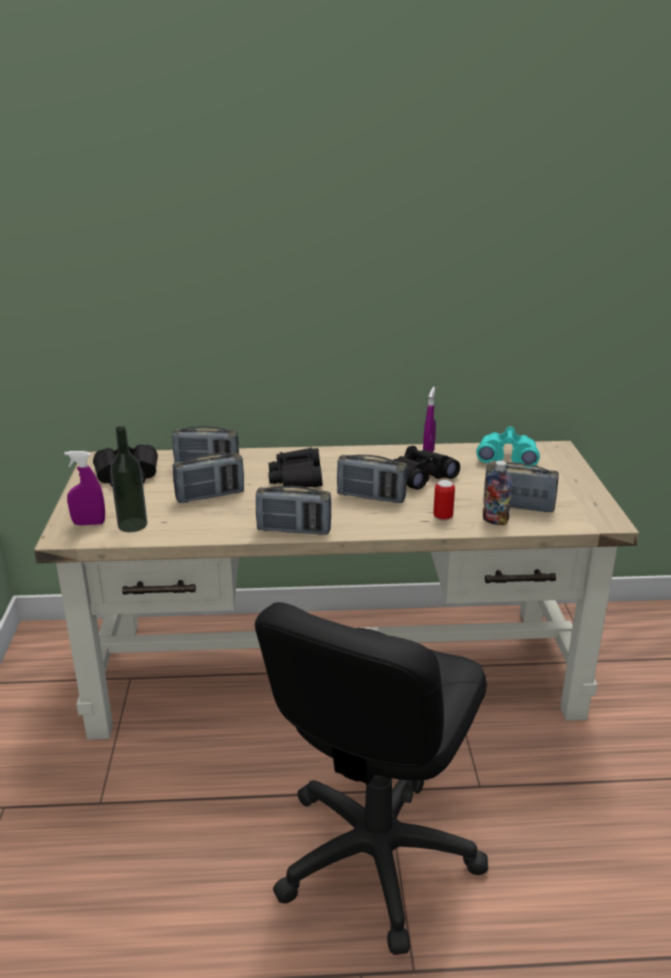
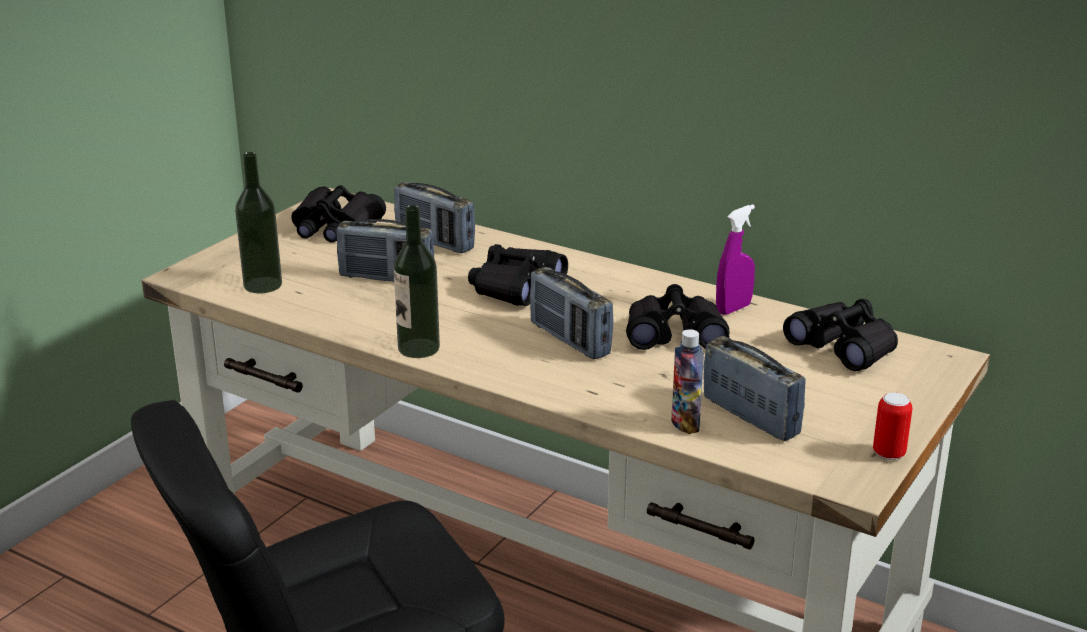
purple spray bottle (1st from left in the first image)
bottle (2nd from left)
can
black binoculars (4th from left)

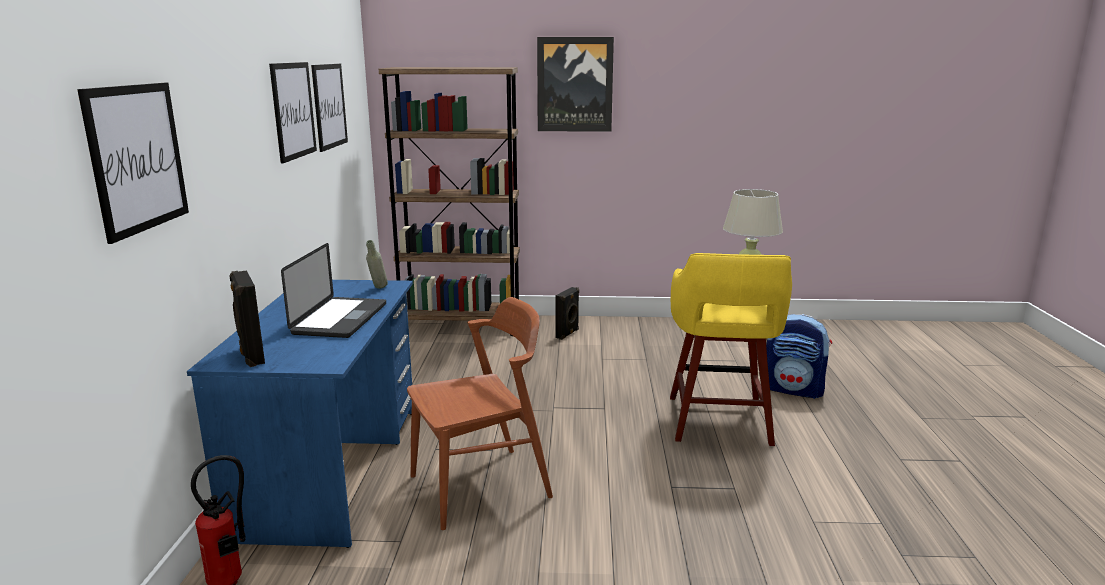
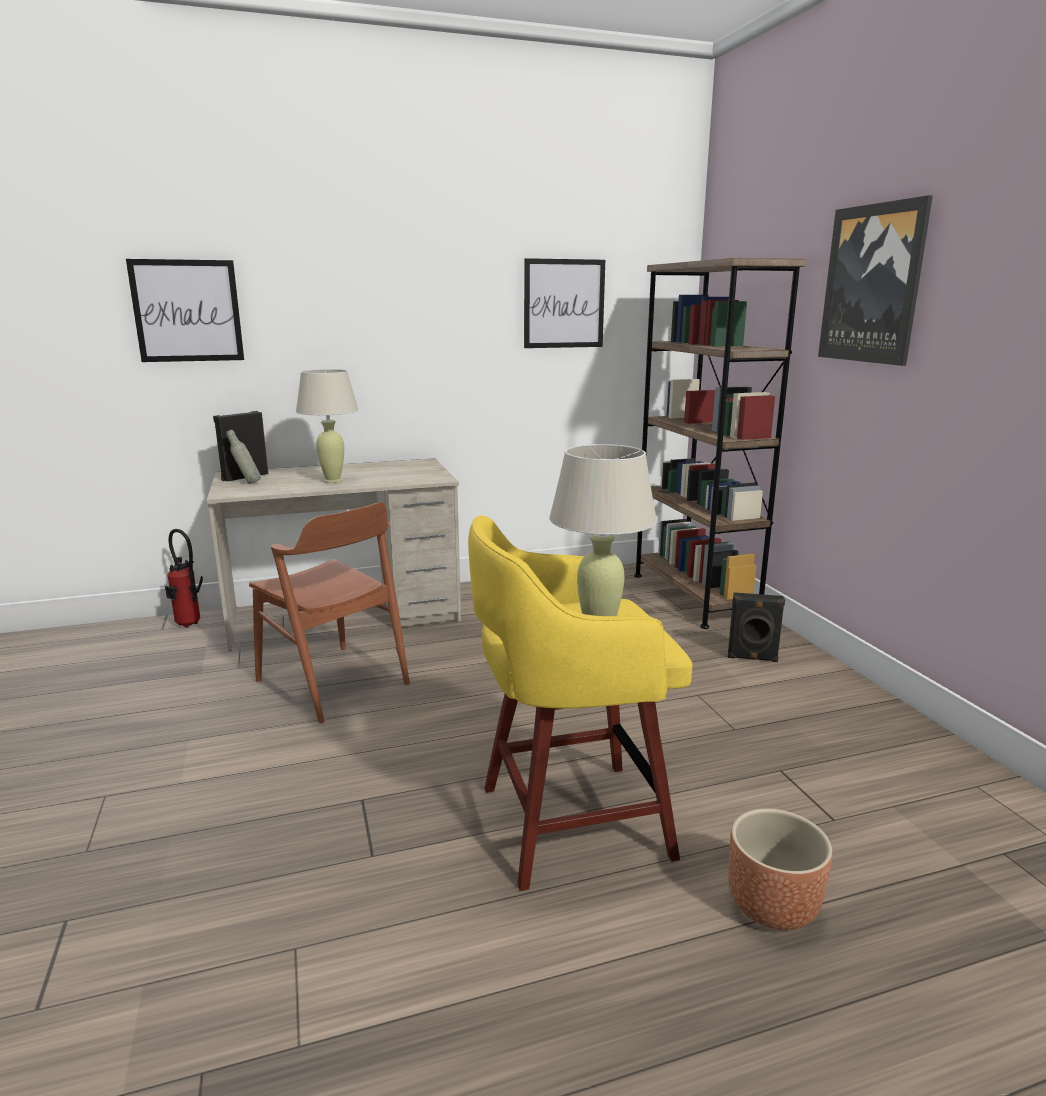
beige desk
picture (2nd from left in the first image)
beige table lamp (1st from left)
grey bottle
brown planter

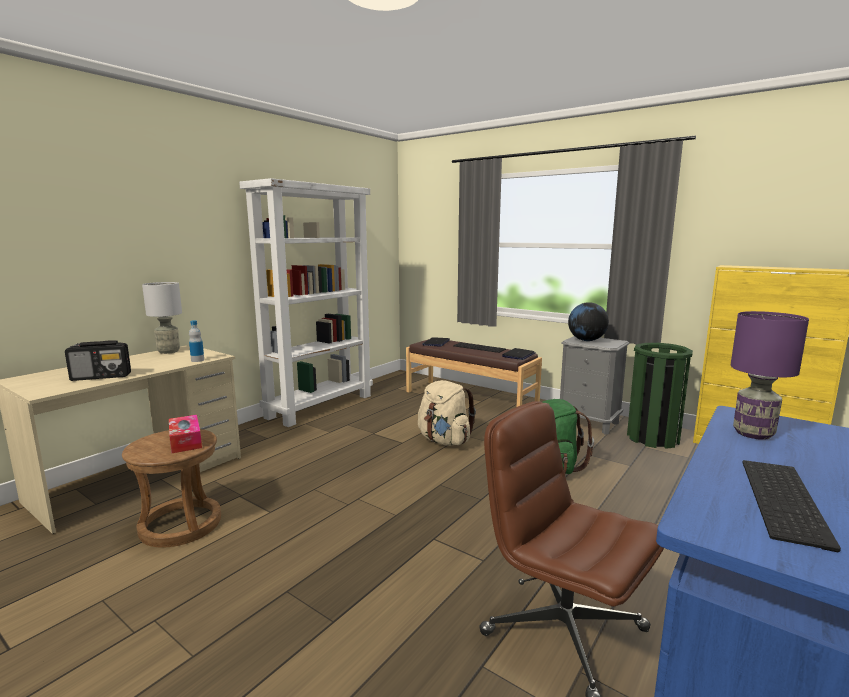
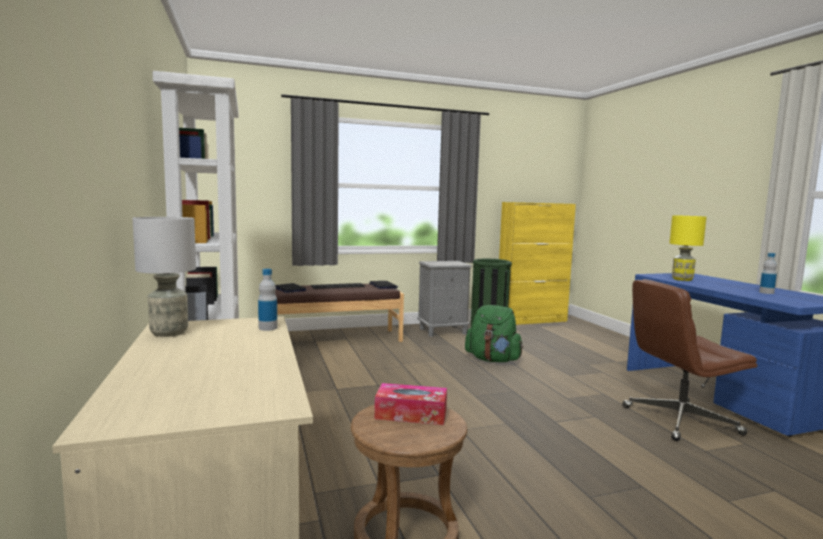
radio
beige backpack
globe
yellow table lamp
bottle (2nd from left)

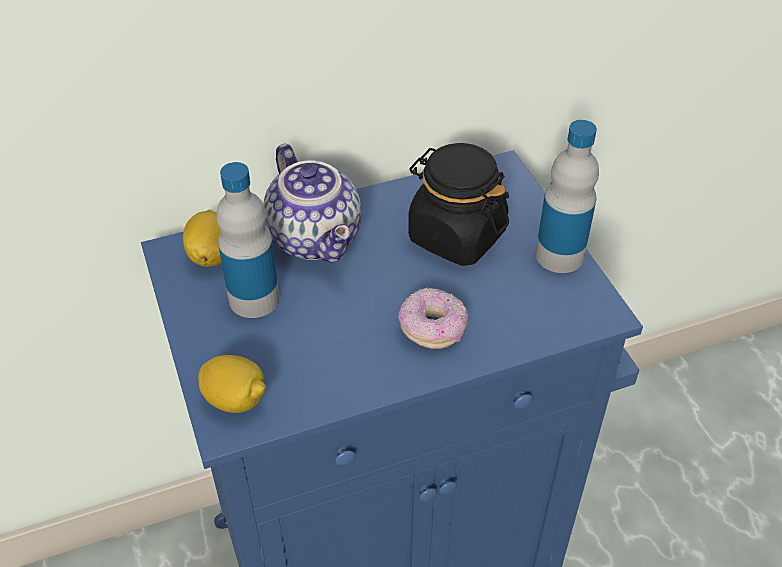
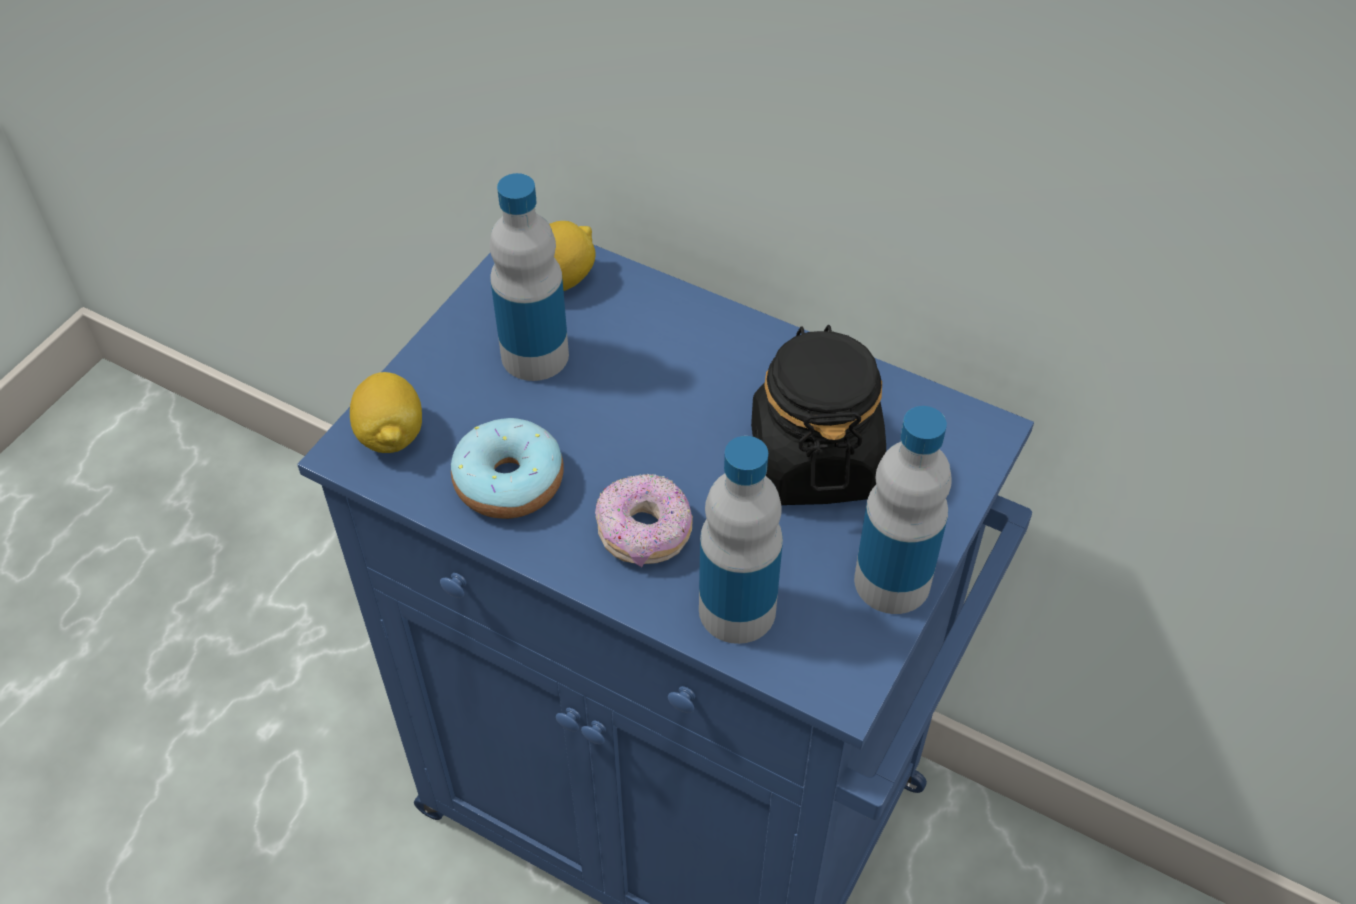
teapot
donut (1st from left)
bottle (2nd from left)

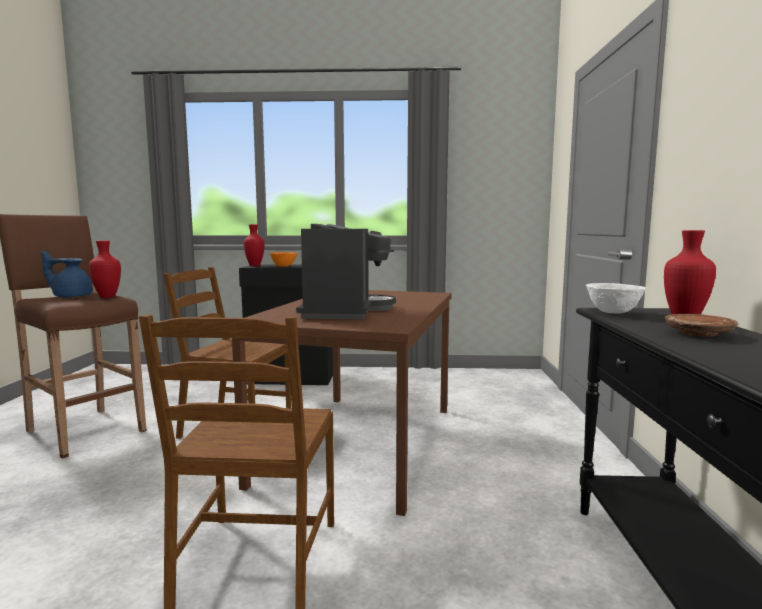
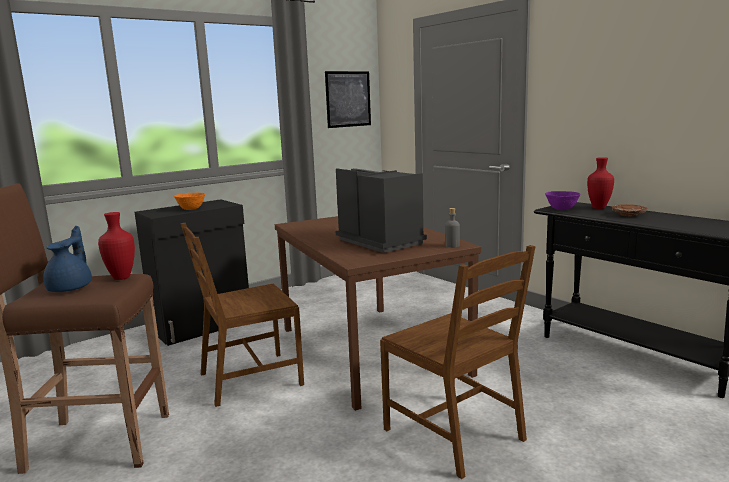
blue teapot
red vase (2nd from left in the first image)
purple bowl
picture
grey bottle

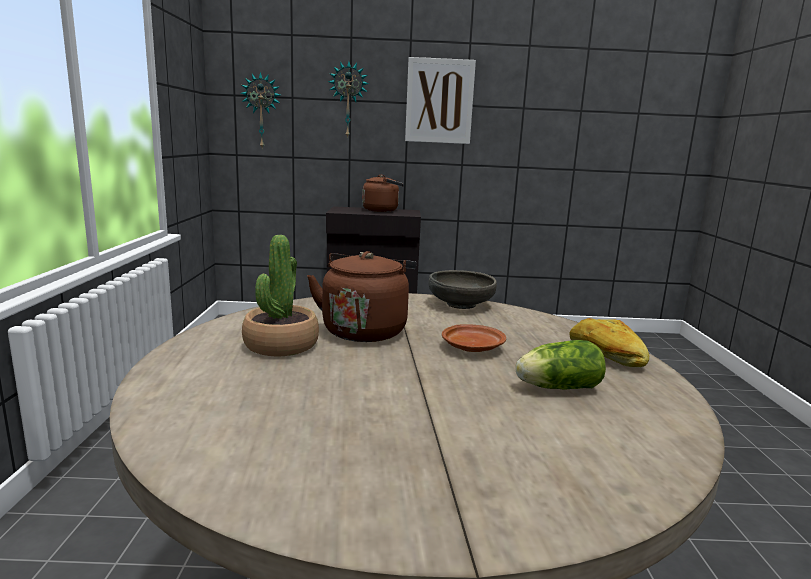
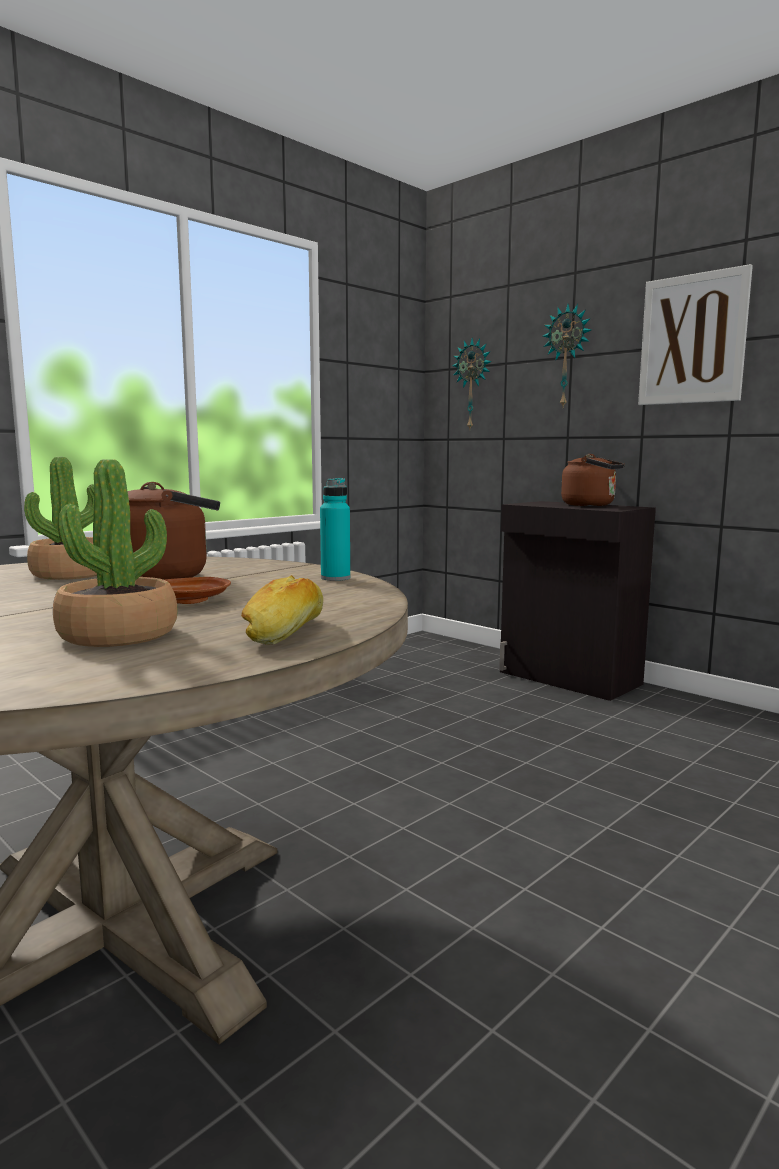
turquoise bottle
potted plant (2nd from left)

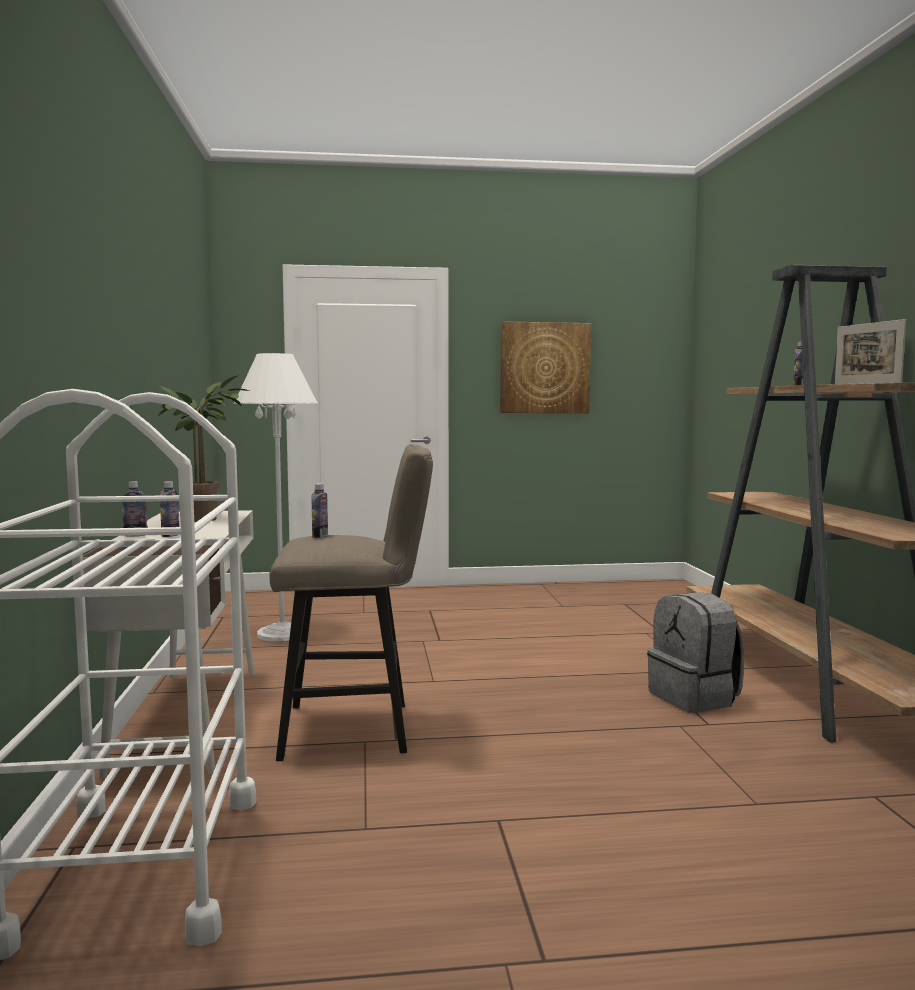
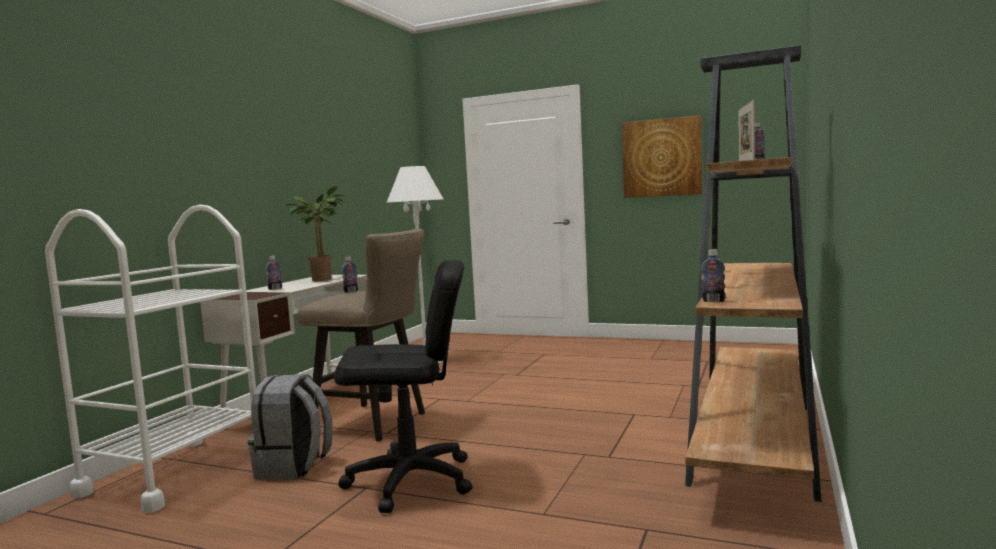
bottle (3rd from left)
grey backpack
black office chair

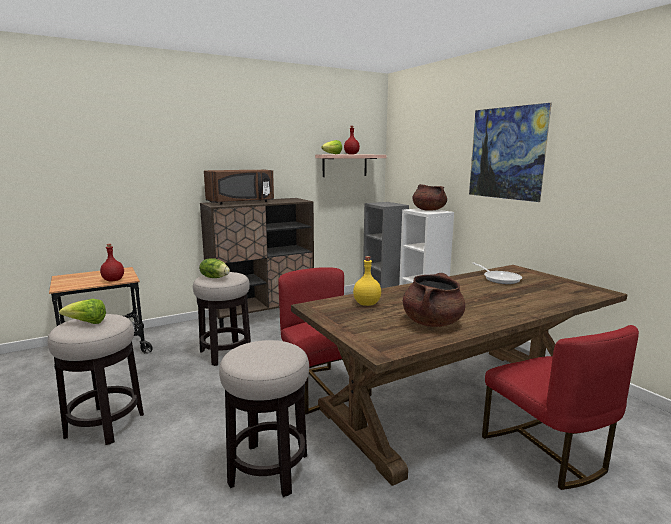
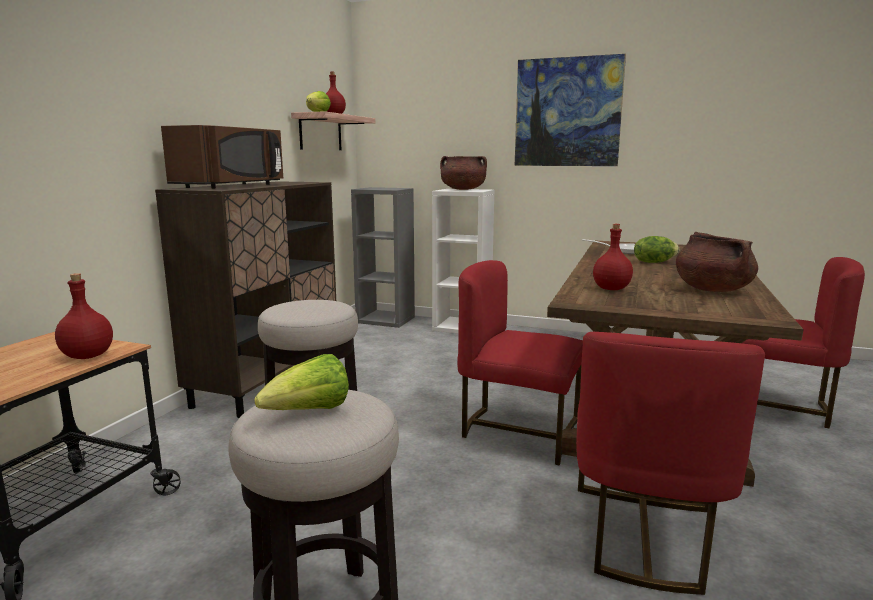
lettuce (3rd from left)
red chair (2nd from left)
red bottle (3rd from left)

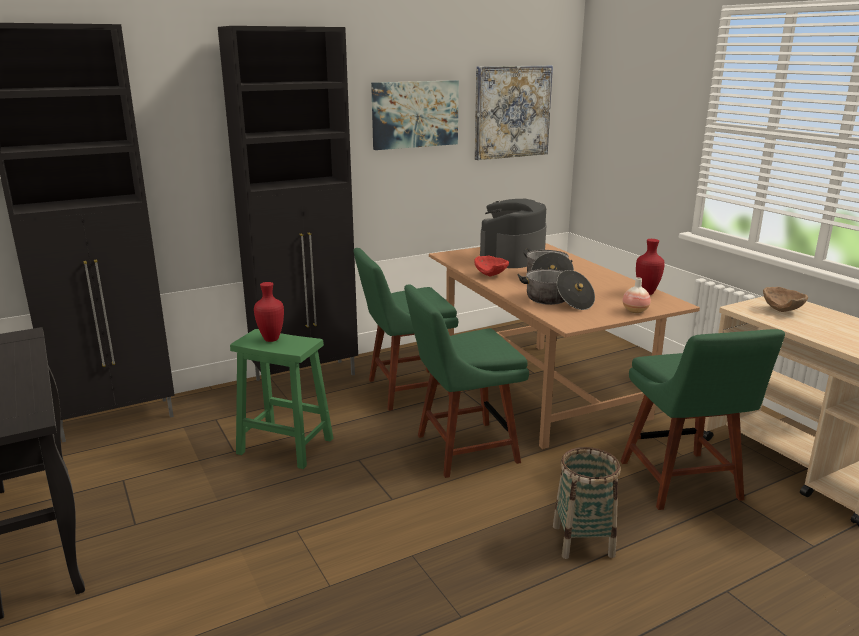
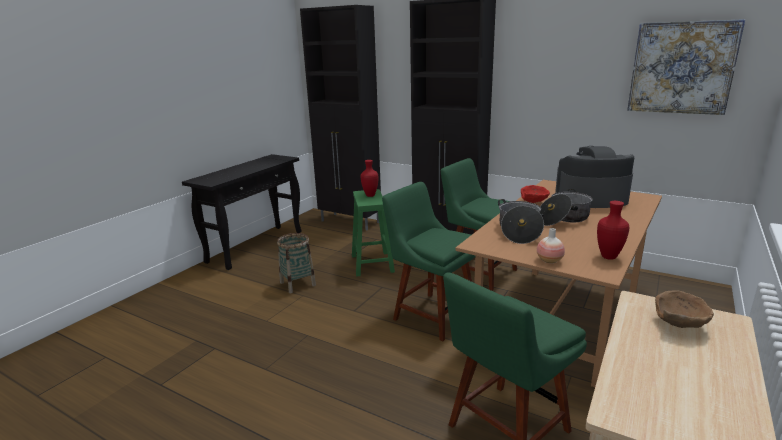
picture (1st from left in the first image)
basket

